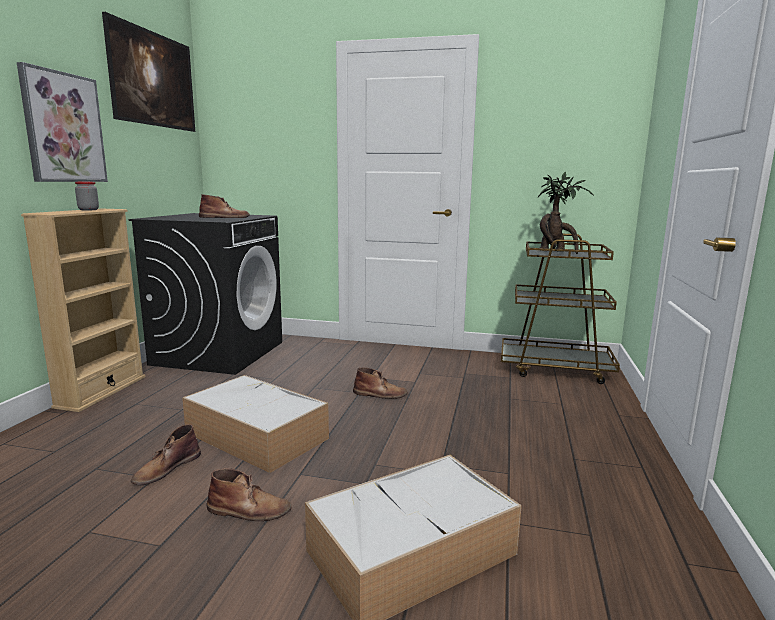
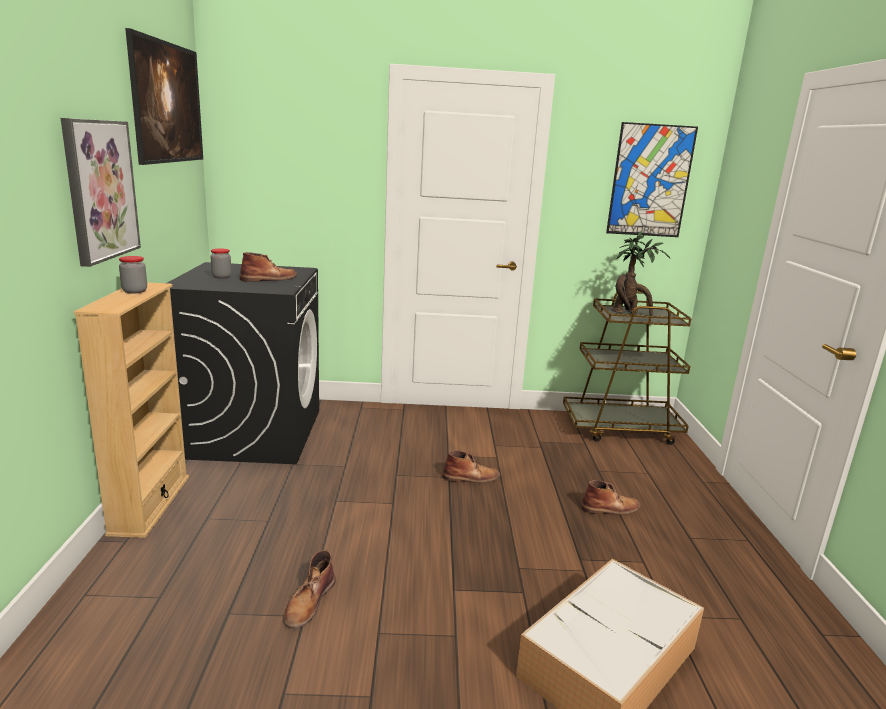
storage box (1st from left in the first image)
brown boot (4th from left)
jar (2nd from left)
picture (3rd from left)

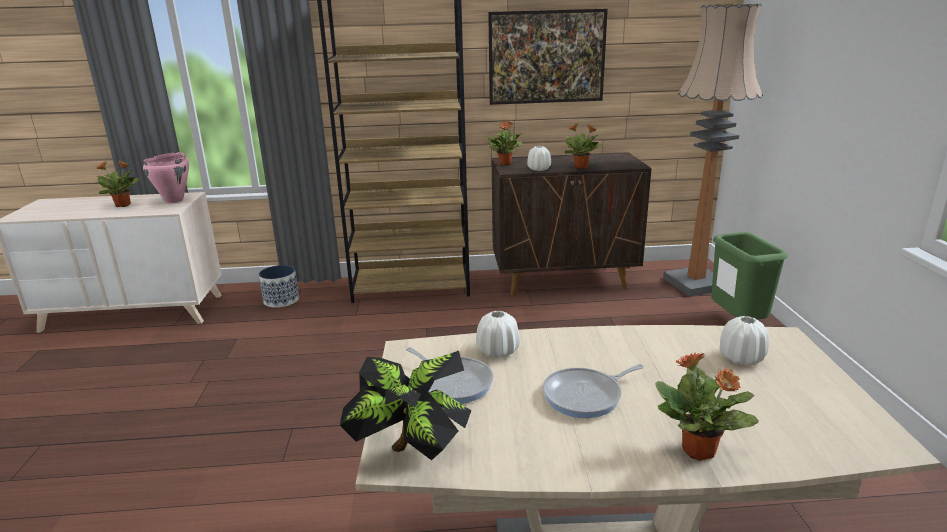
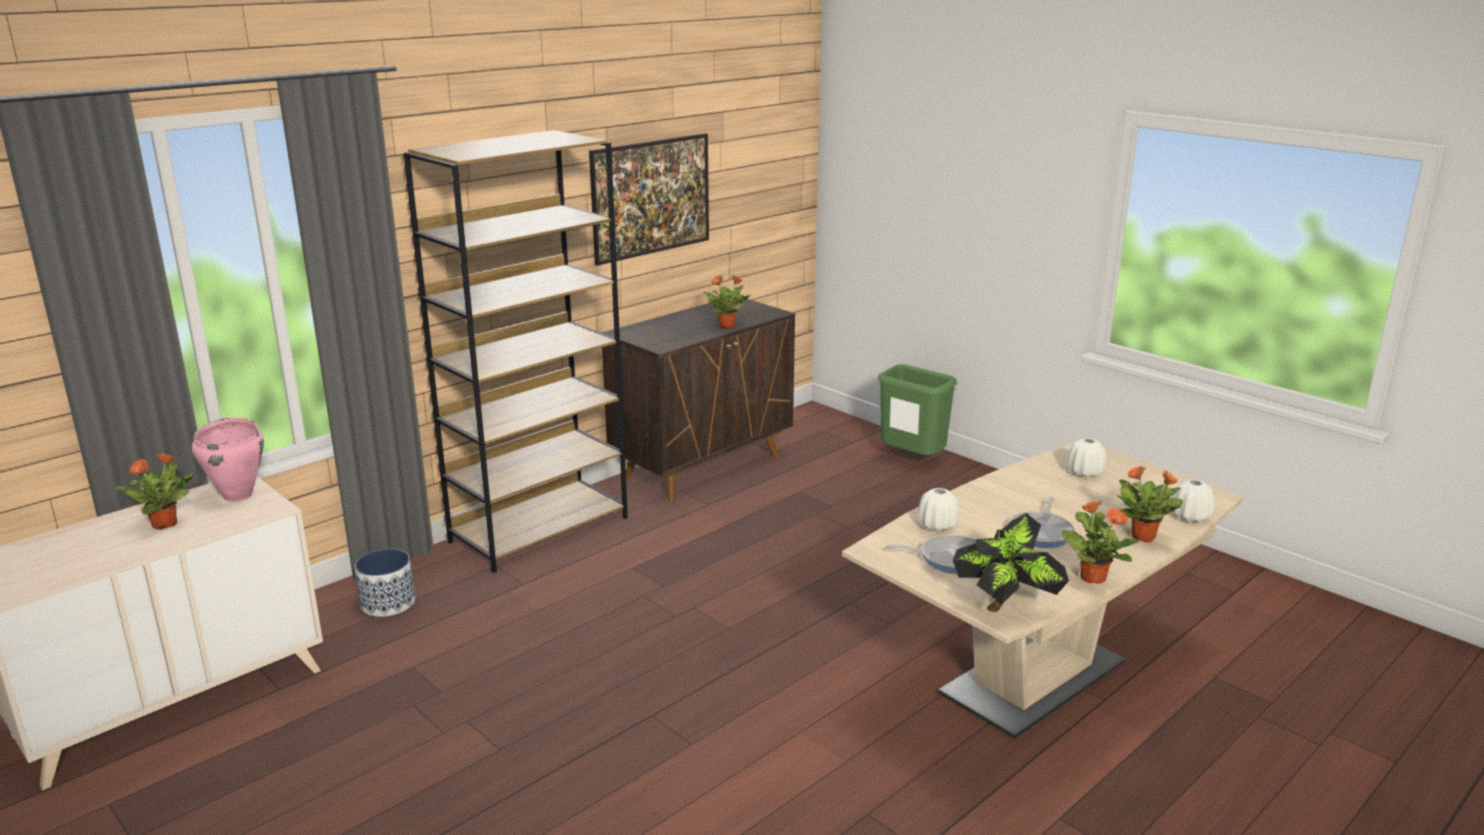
potted plant (4th from left)
white vase (3rd from left)
floor lamp

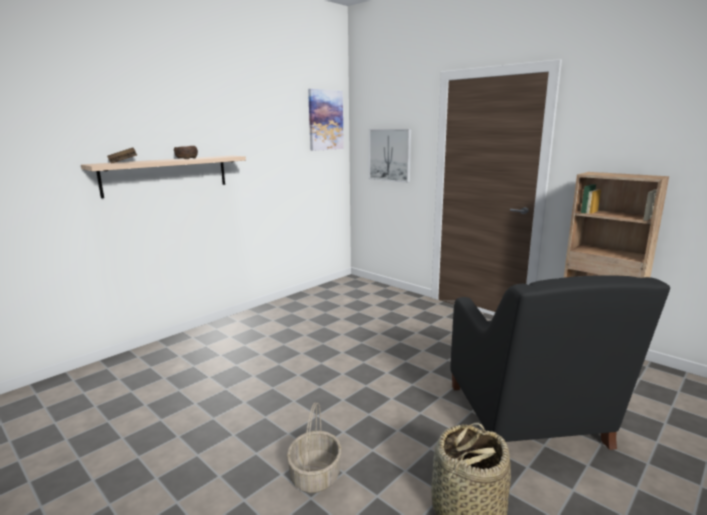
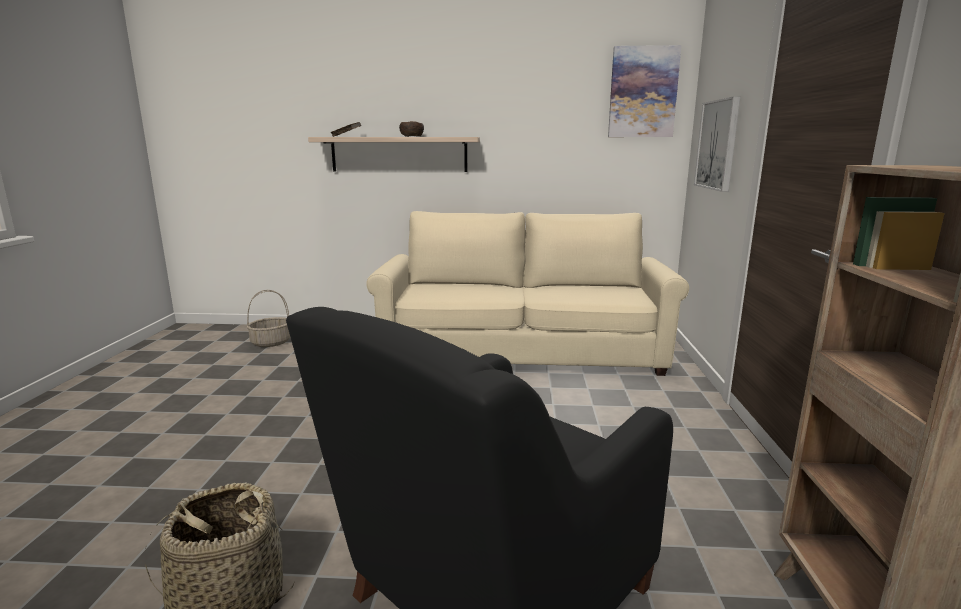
basket (2nd from left)
beige sofa

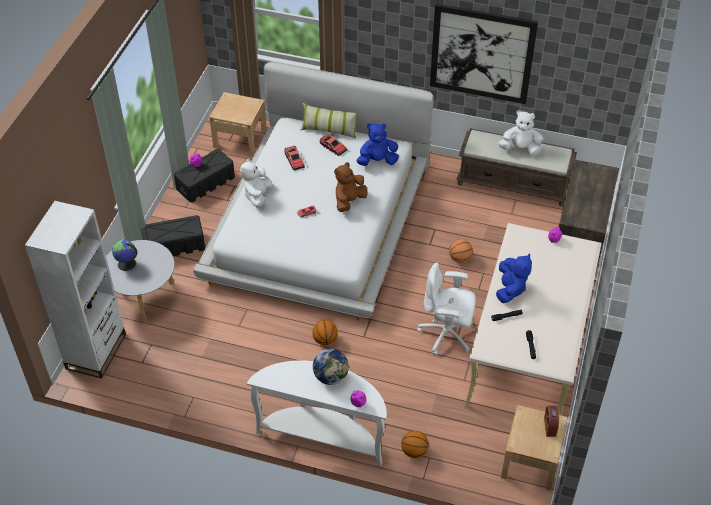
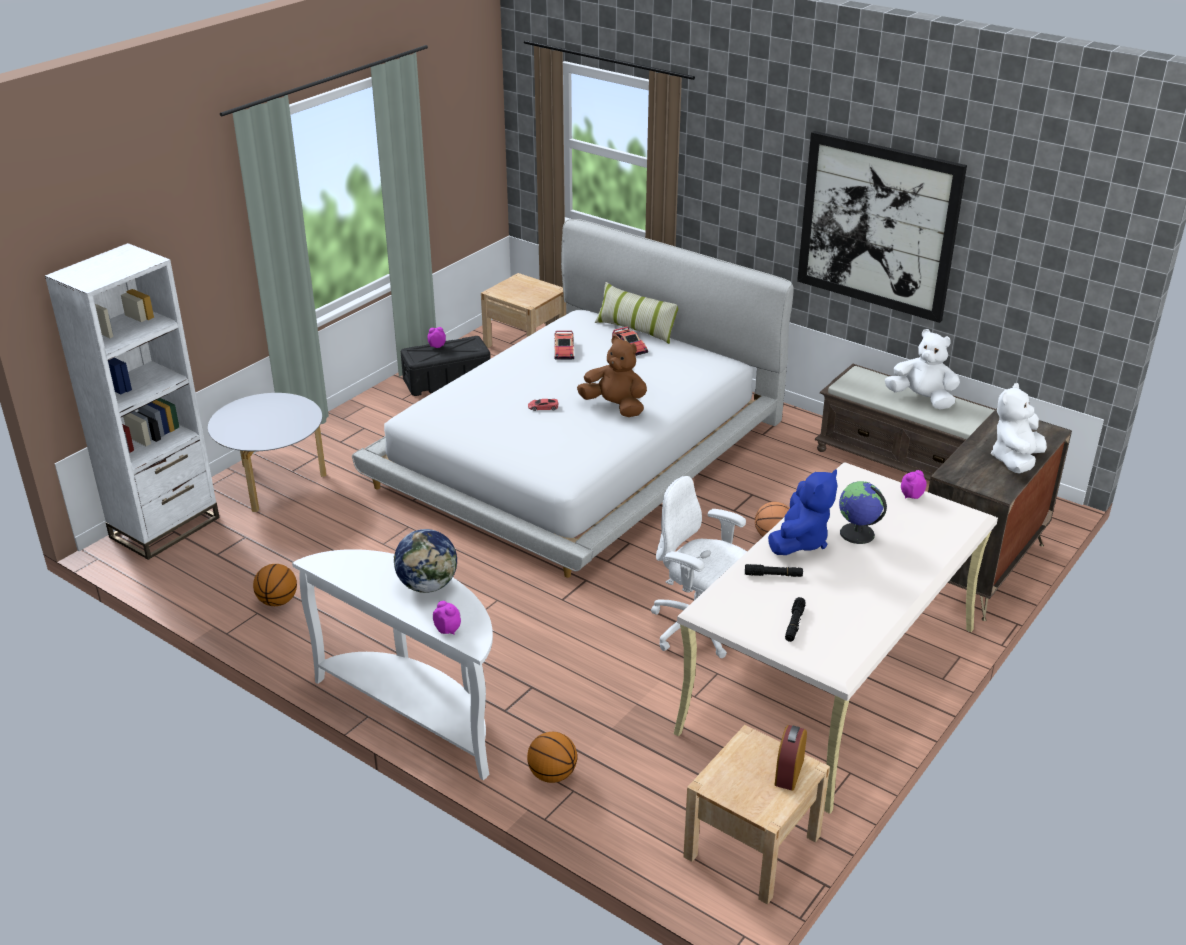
globe (2nd from left)
black storage box (1st from left in the first image)
white plush toy (2nd from left)
basketball (1st from left)
brown plush toy
blue plush toy (1st from left in the first image)

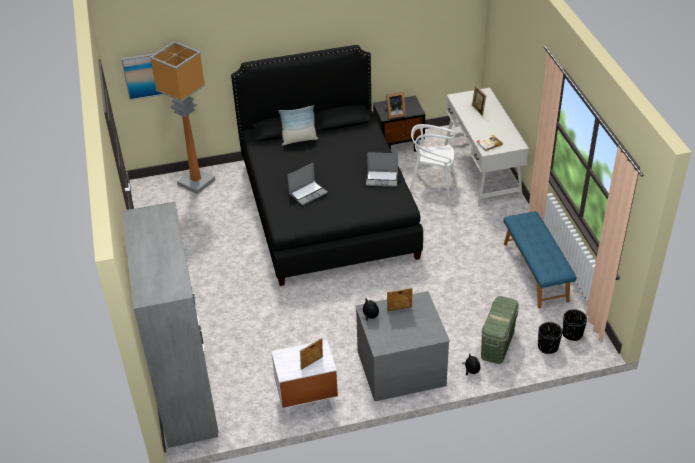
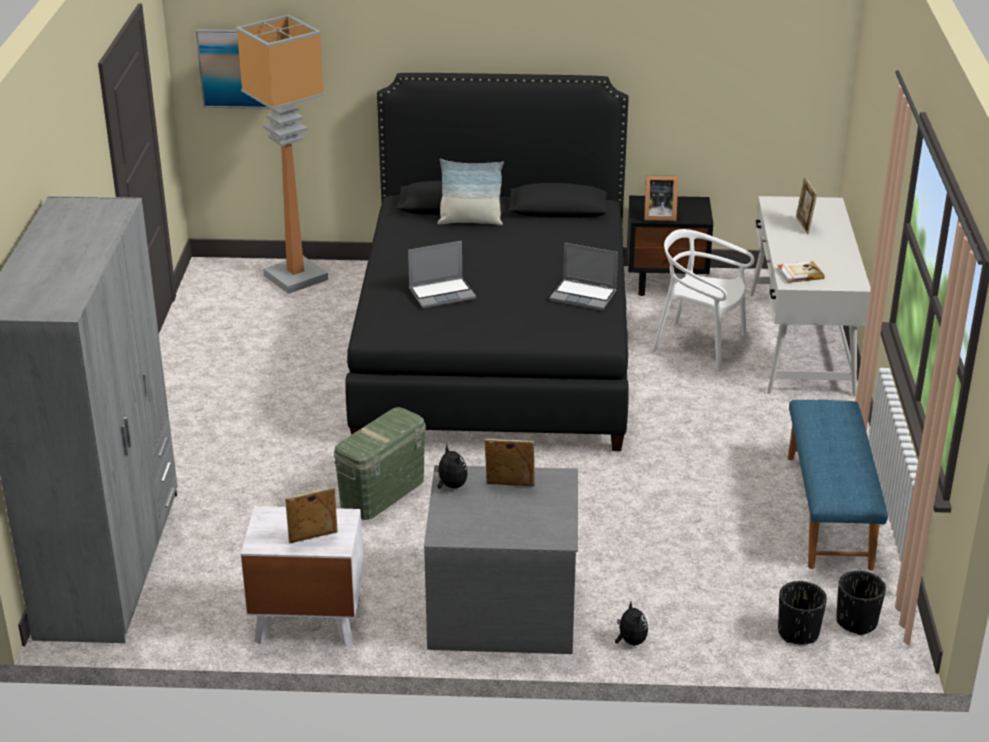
green storage box

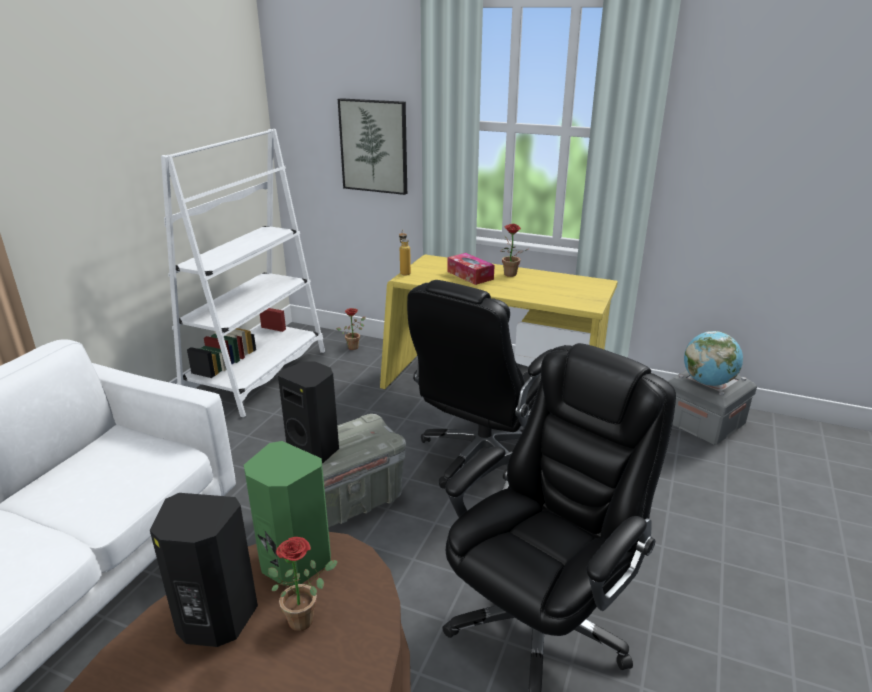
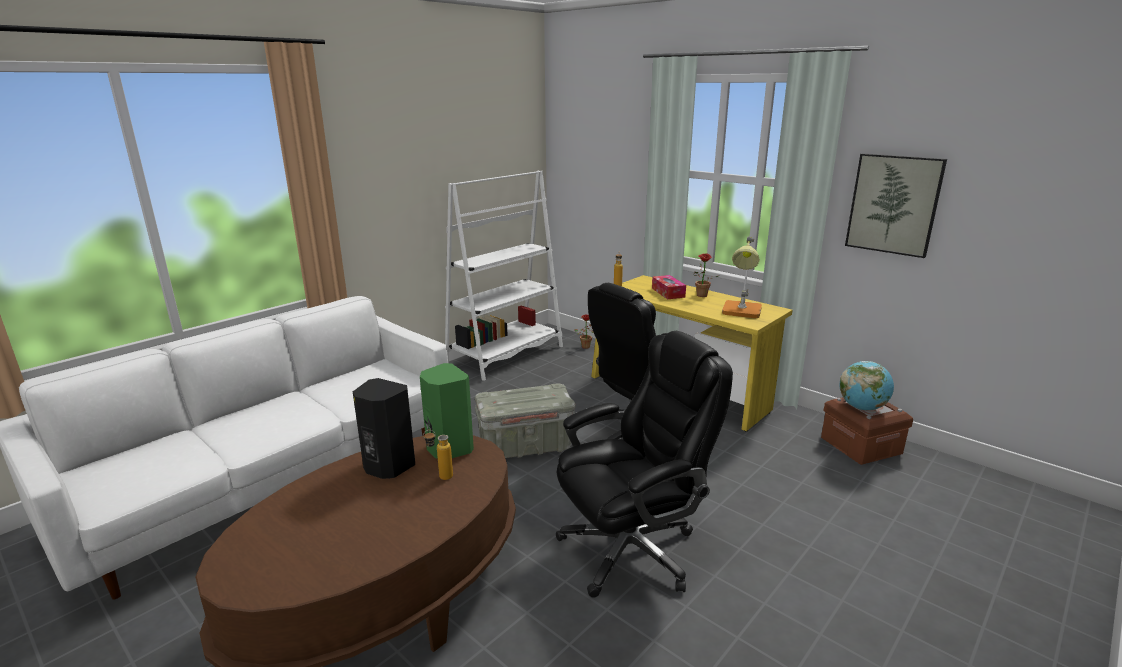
bottle (1st from left)
black speaker (2nd from left in the first image)
picture
brown storage box
table lamp

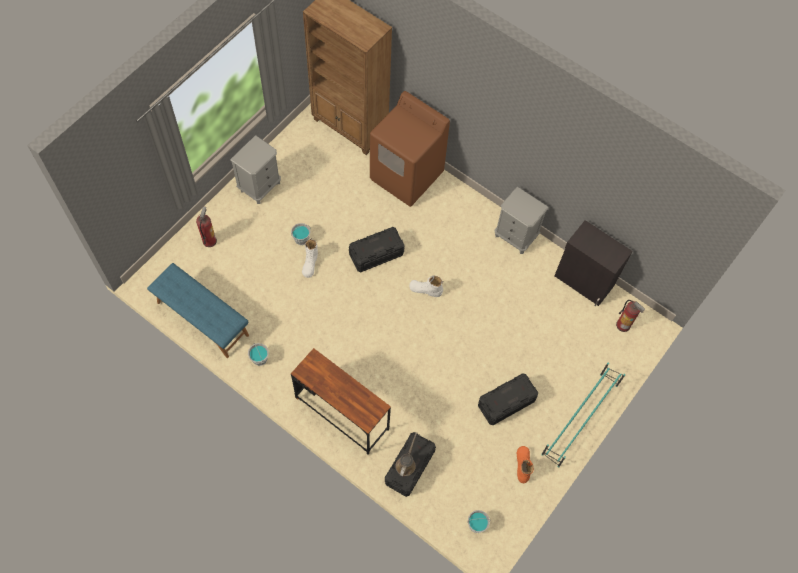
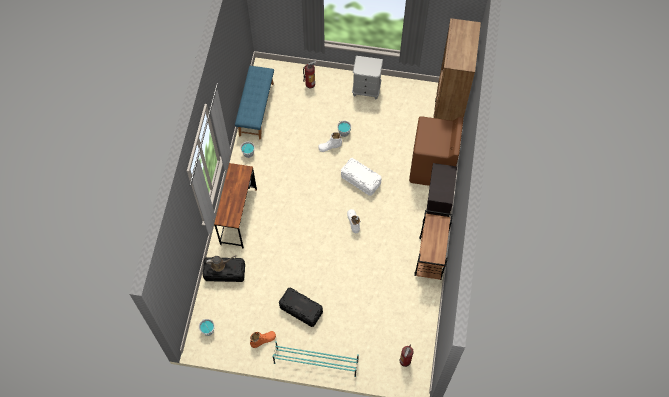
white storage box
brown cart
black cabinet

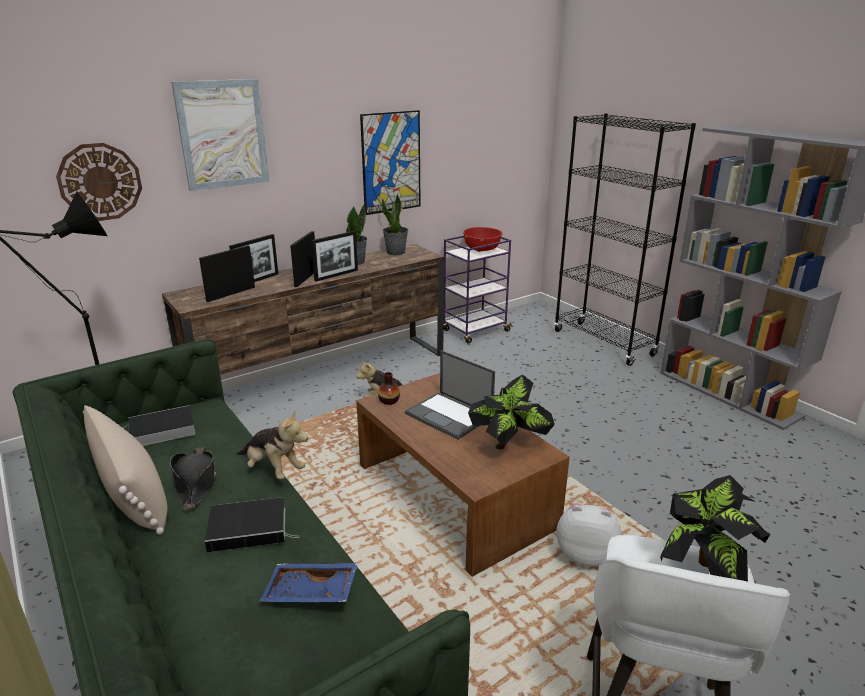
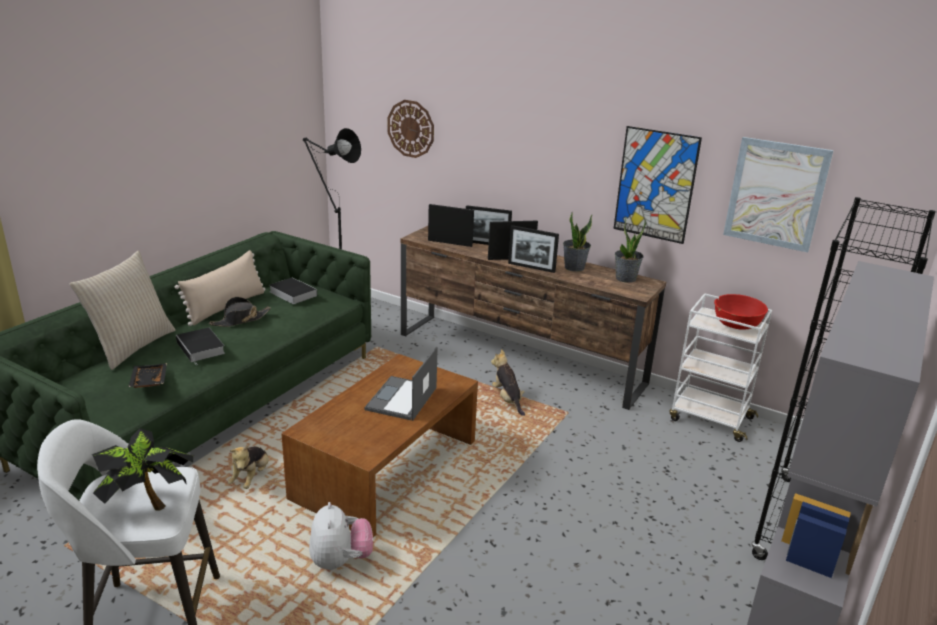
picture (2nd from left)
plush toy (1st from left)
black tray
vase
white cart
potted plant (3rd from left in the first image)
beige pillow (1st from left)

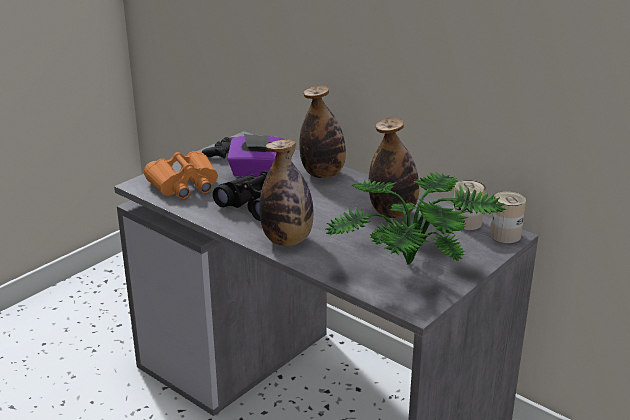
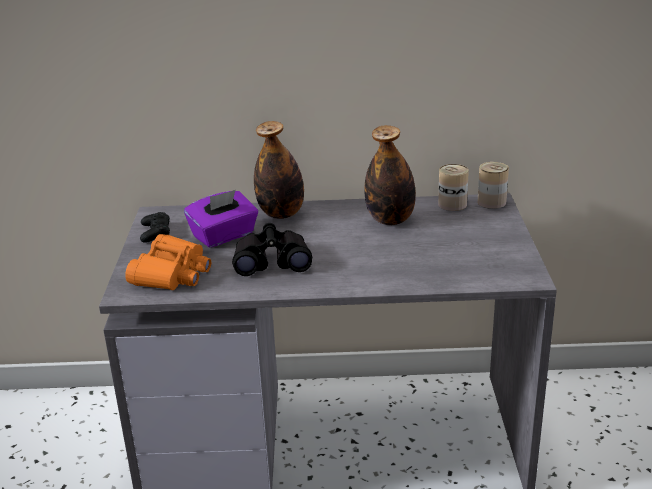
bottle (1st from left in the first image)
potted plant

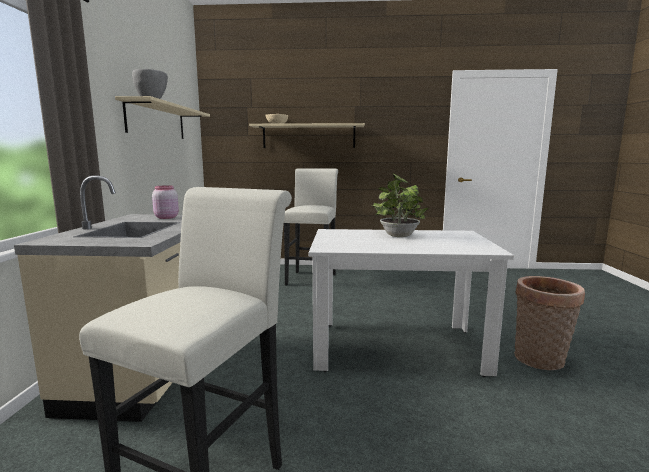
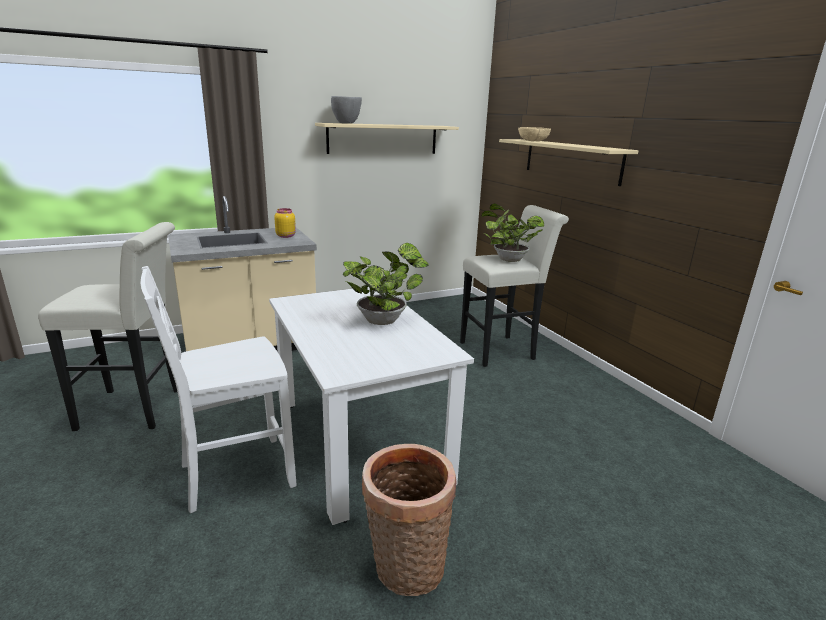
yellow jar
white chair
potted plant (2nd from left)

